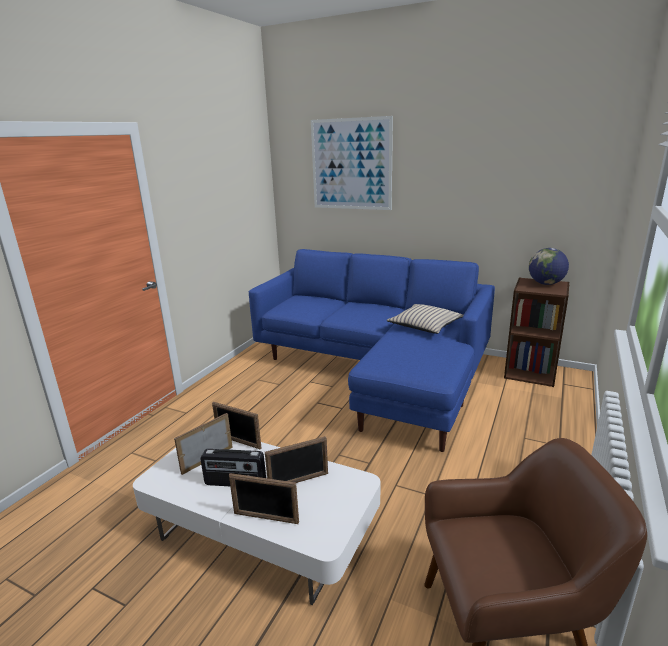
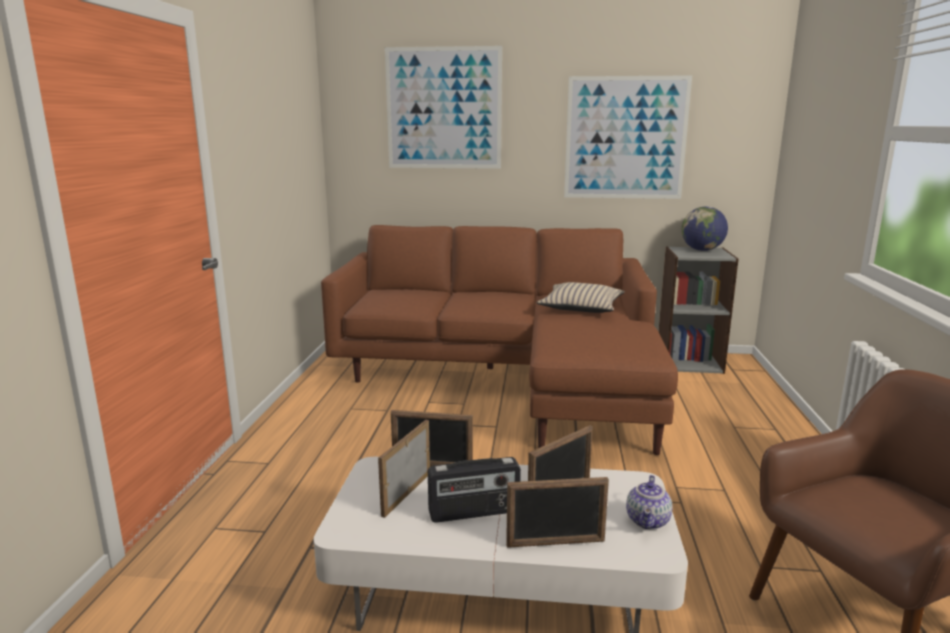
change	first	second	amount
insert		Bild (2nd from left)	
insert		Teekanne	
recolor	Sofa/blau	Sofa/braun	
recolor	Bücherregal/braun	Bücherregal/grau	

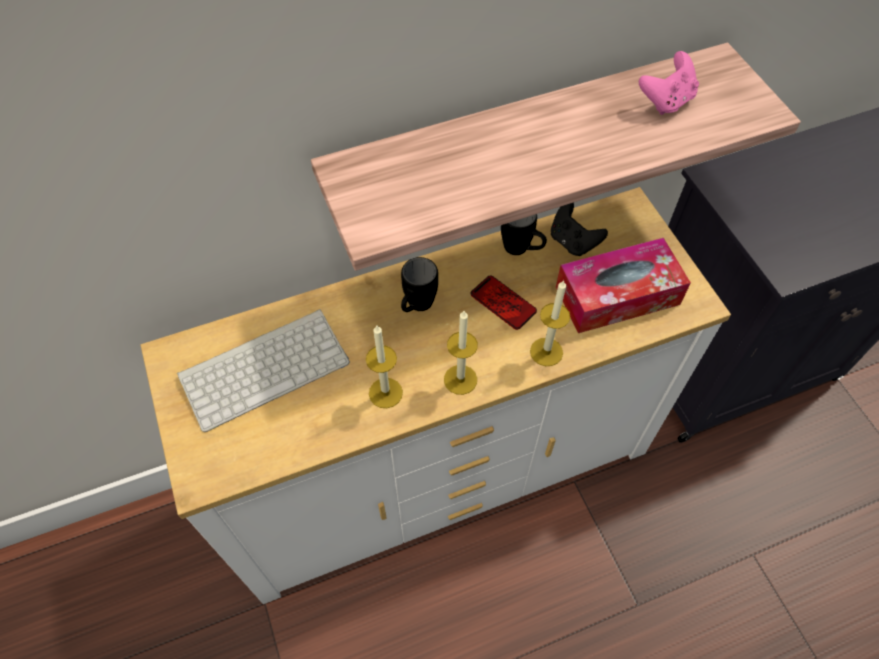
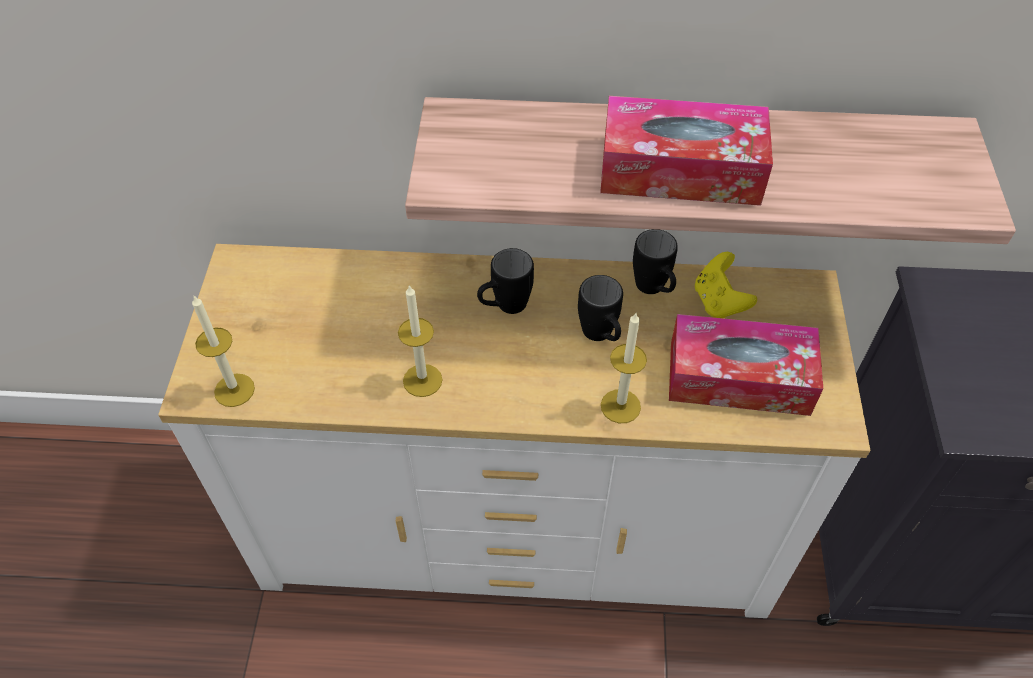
change	first	second	amount
delete	Tastatur		
delete	Gamepad/rosa		
insert		Taschentuchbox (1st from left)	
move	Kerze (2nd from left in the first image)	Kerze (1st from left)	
replace	Handy	Henkelbecher/schwarz (2nd from left)	
recolor	Gamepad/schwarz	Gamepad/gelb	

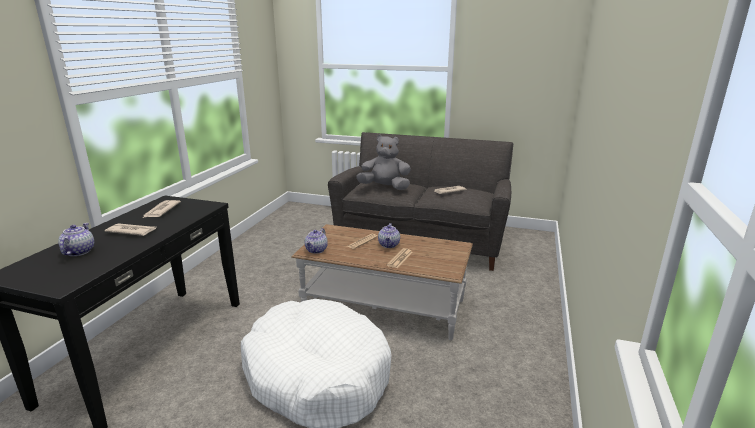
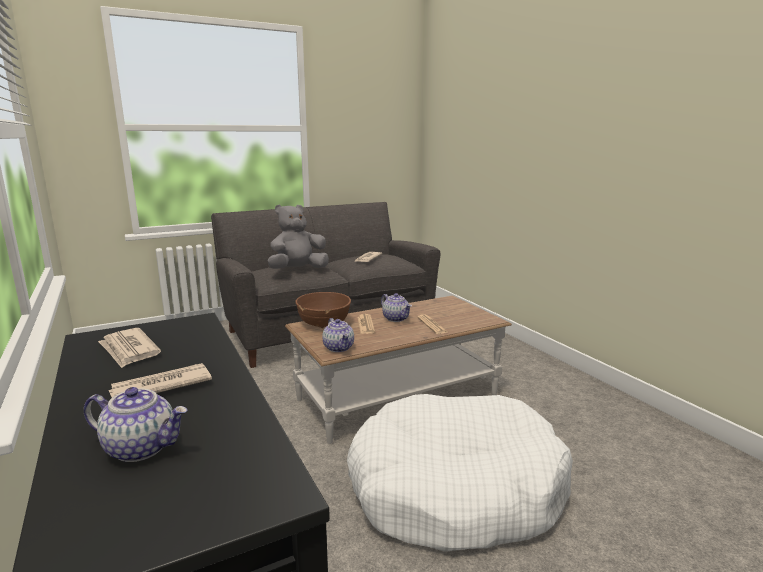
change	first	second	amount
insert		Schüssel/braun	
rotate	Teekanne (1st from left)		150 degrees clockwise

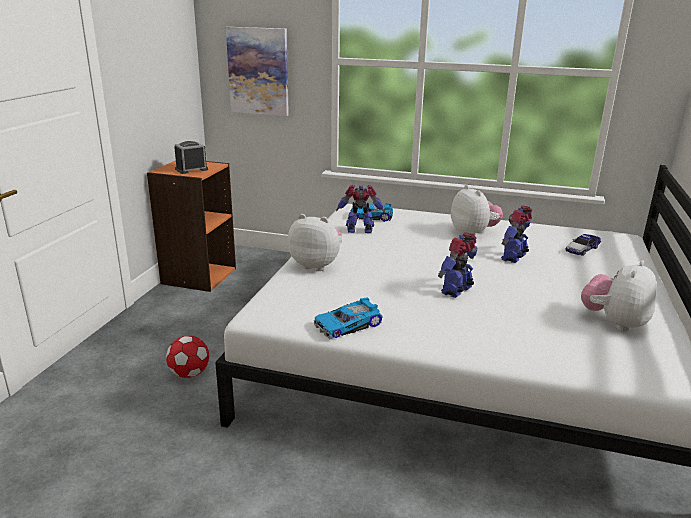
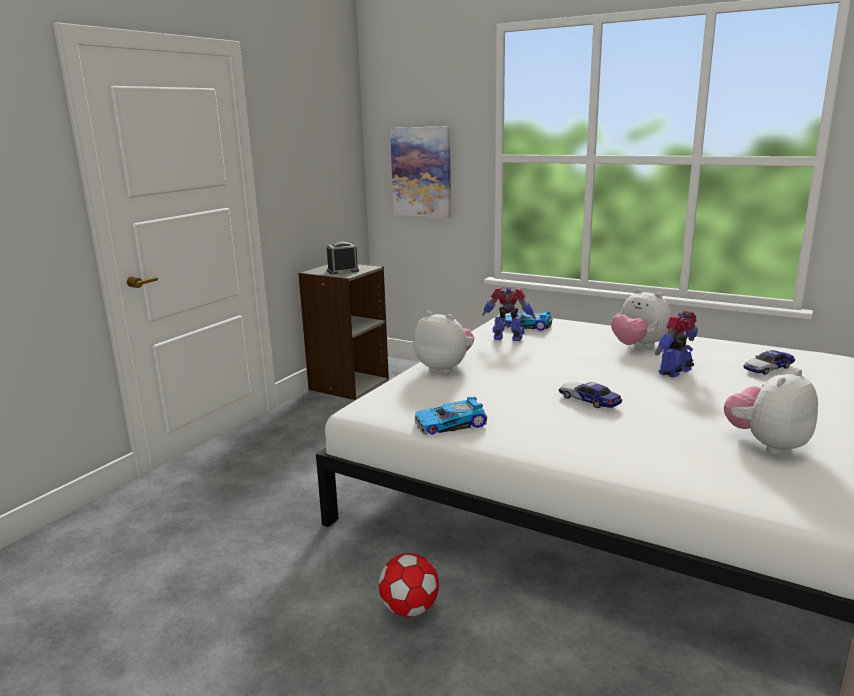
change	first	second	amount
move	Fußball		
replace	Spielzeugroboter (2nd from left)	Spielzeugauto (3rd from left)	
recolor	Bücherregal/orange	Bücherregal/grau	
rotate	Plüschtier (2nd from left)		150 degrees clockwise

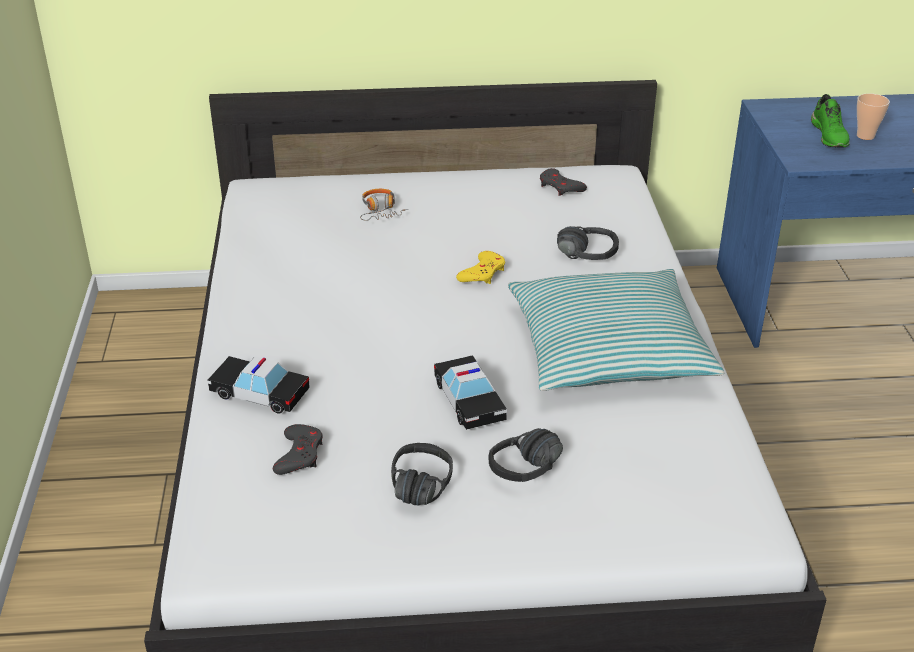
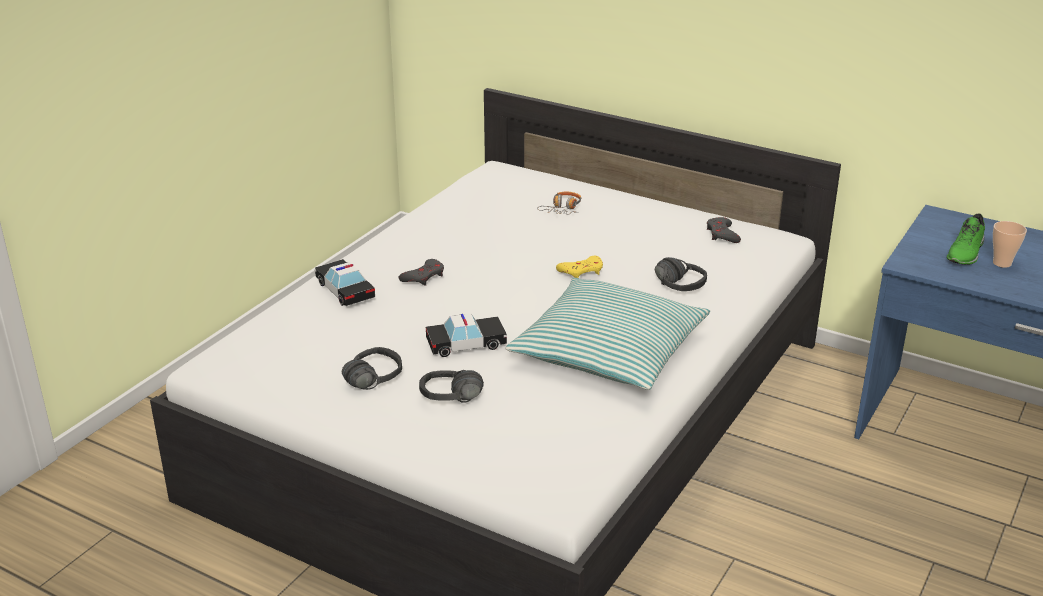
change	first	second	amount
move	Gamepad/grau (1st from left)		
rotate	Spielzeugauto (2nd from left)		120 degrees counterclockwise

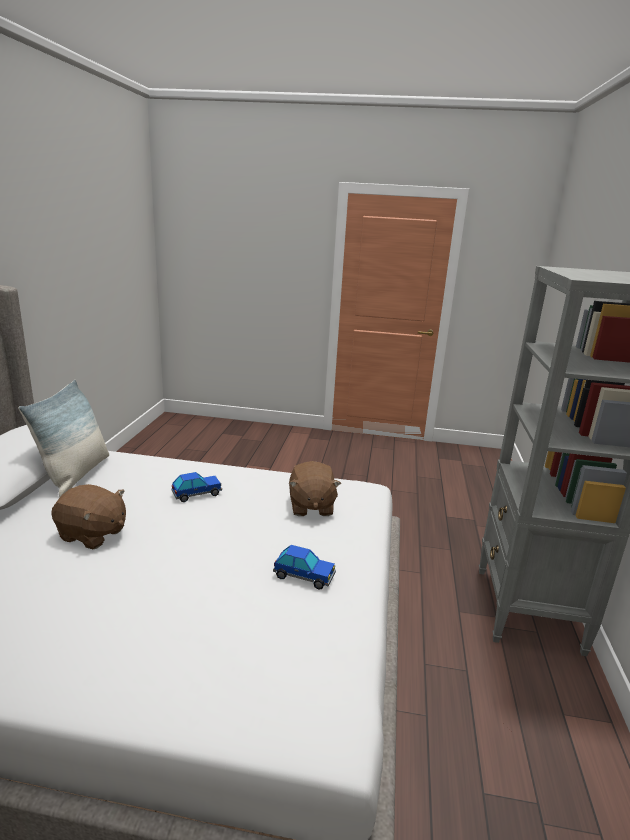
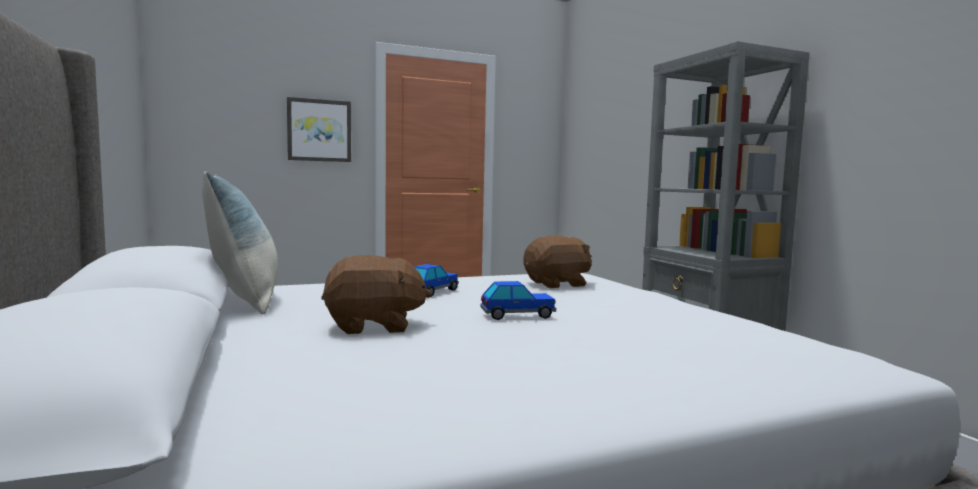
change	first	second	amount
insert		Bild	
move	Spielzeugauto (2nd from left)		
rotate	Plüschtier/braun (2nd from left)		75 degrees counterclockwise

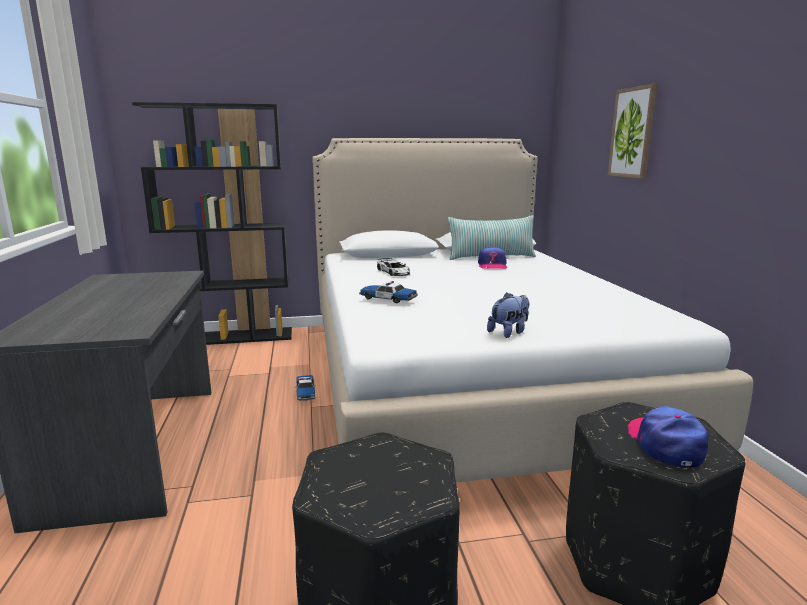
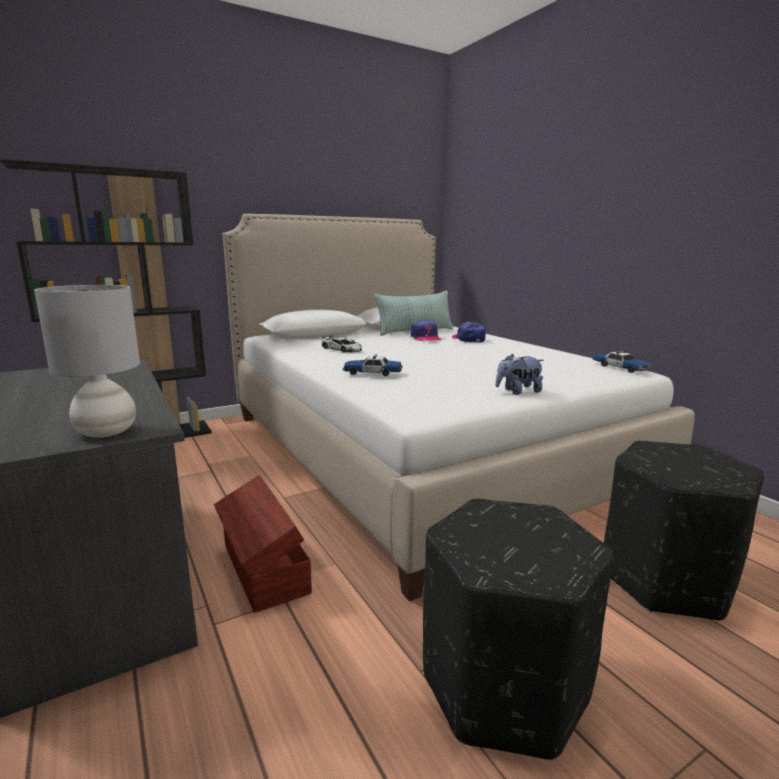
change	first	second	amount
delete	Bild		
insert		Tischlampe/grau	
insert		Aufbewahrungsbox/braun	
move	Spielzeugauto (1st from left in the first image)	Spielzeugauto (3rd from left)	
move	Kappe (2nd from left)		
rotate	Plüschtier		135 degrees counterclockwise

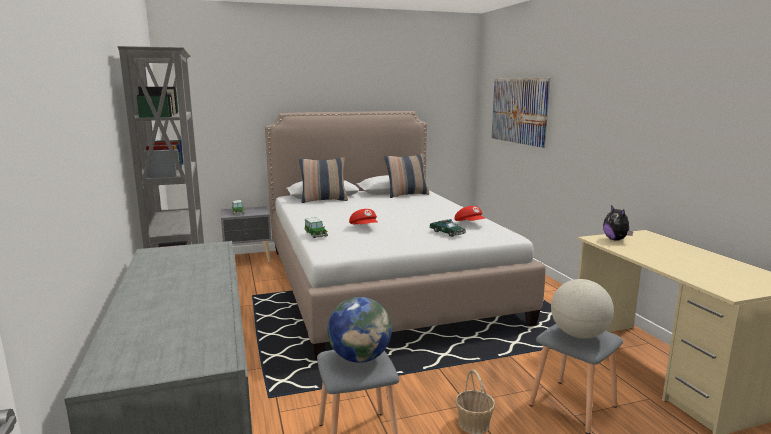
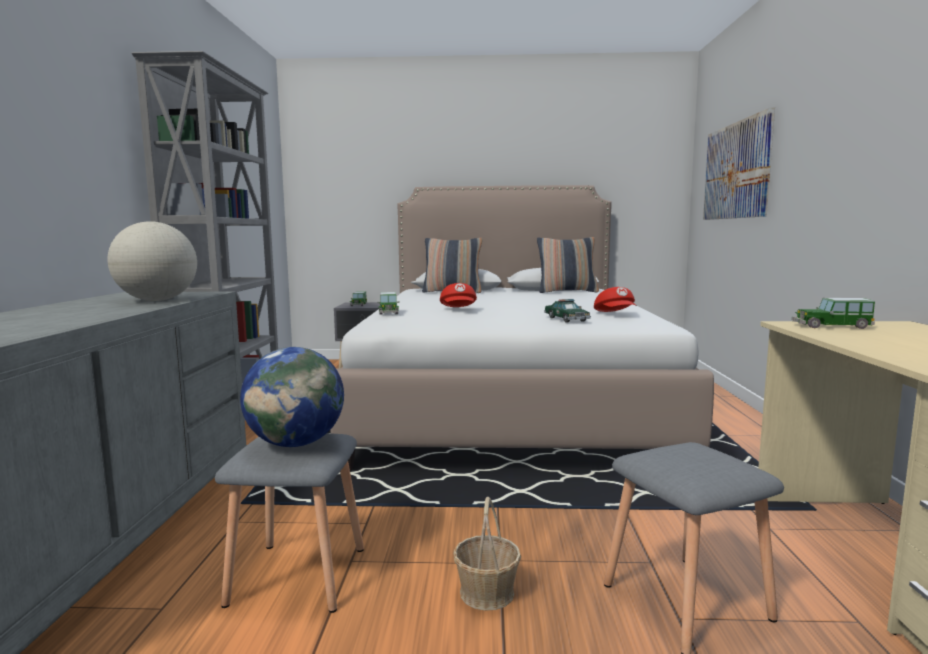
change	first	second	amount
move	Globus (2nd from left in the first image)	Globus (1st from left)	
replace	Plüschtier	Spielzeugauto (4th from left)	

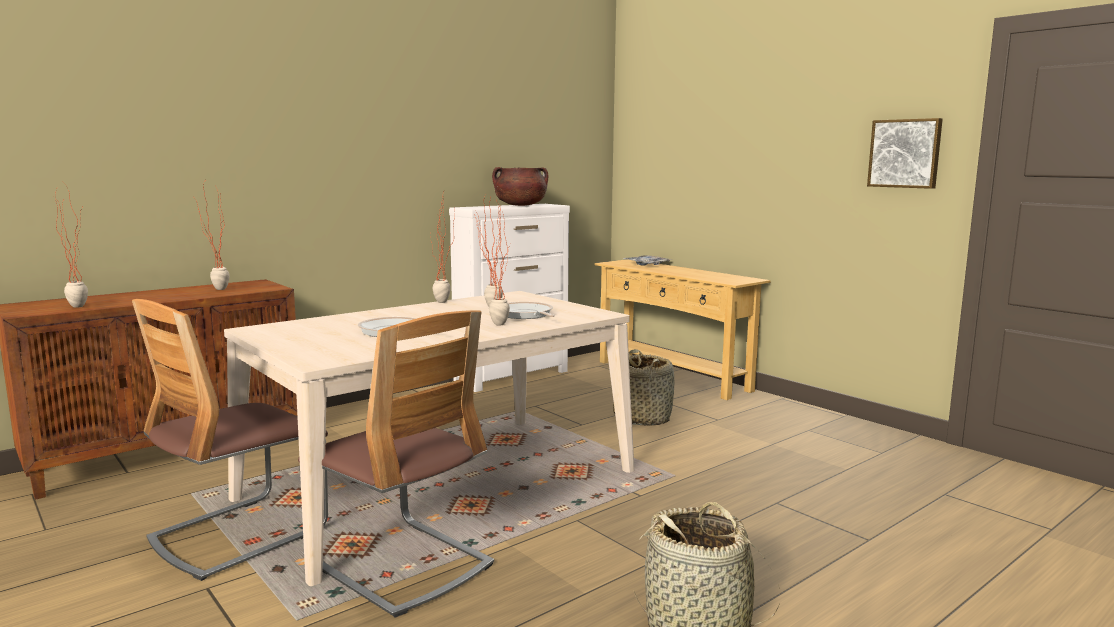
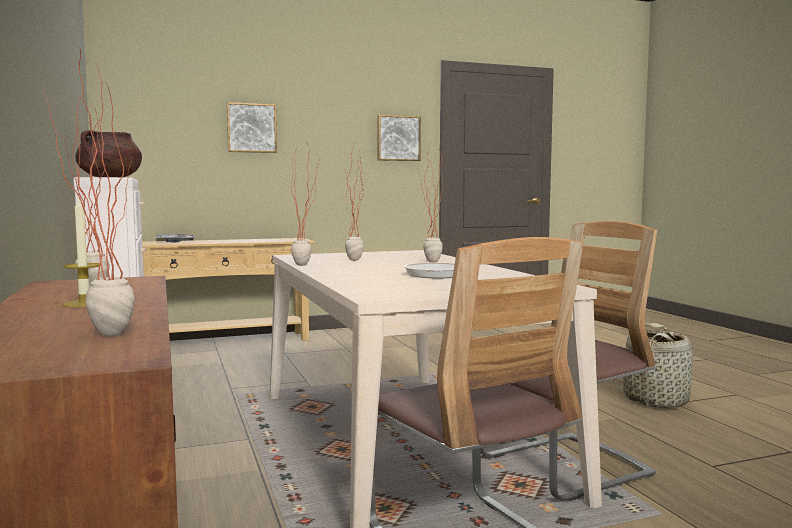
change	first	second	amount
delete	Pfanne (2nd from left)		
delete	Korb (1st from left)		
insert		Kerze	
insert		Bild (1st from left)	

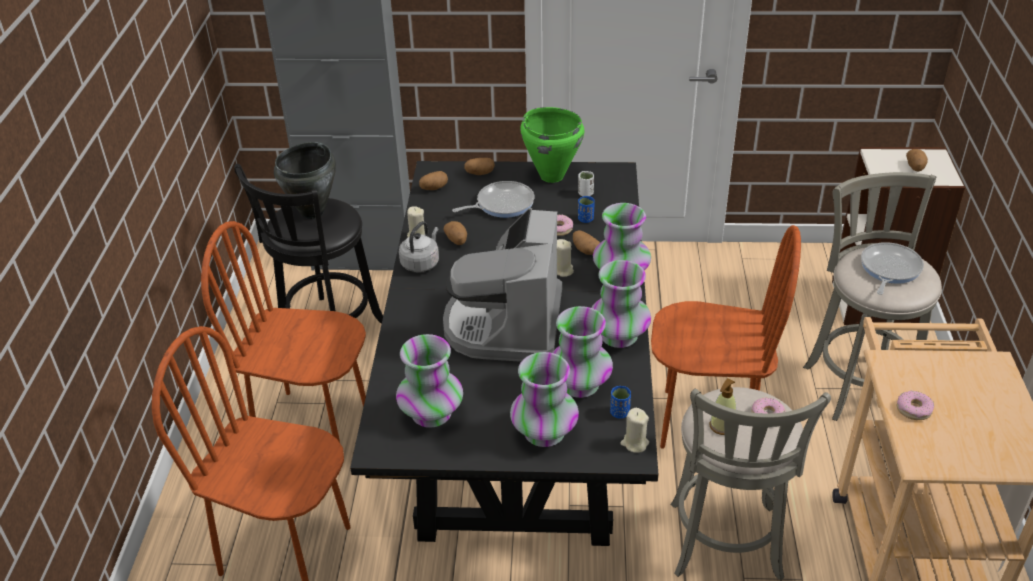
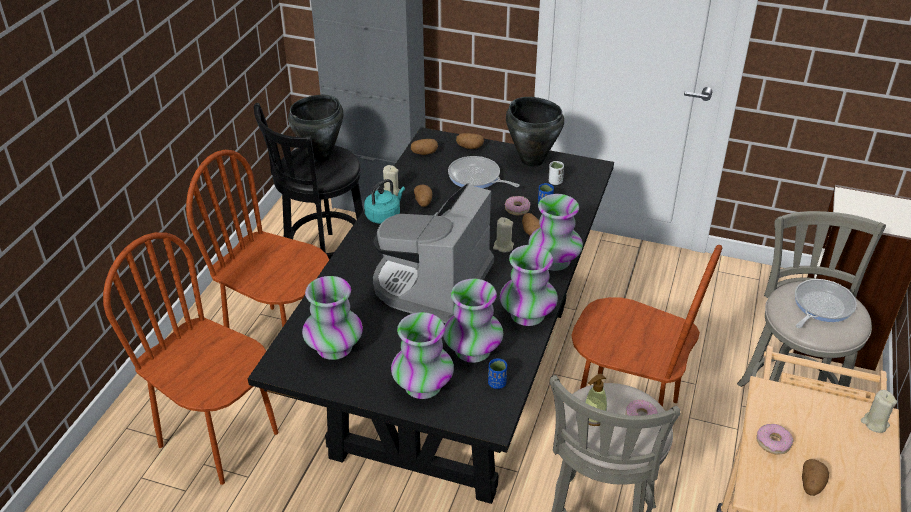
change	first	second	amount
move	Kerze/beige (3rd from left)		
move	Kartoffel (5th from left)		
recolor	Wasserkessel/grau	Wasserkessel/türkis	
recolor	Kochtopf/grün	Kochtopf/schwarz (2nd from left)	
rotate	Pfanne (1st from left)		135 degrees counterclockwise

